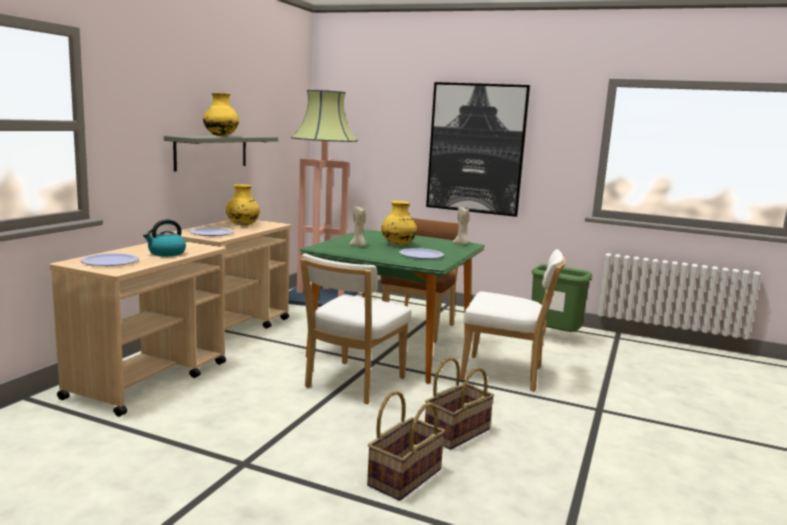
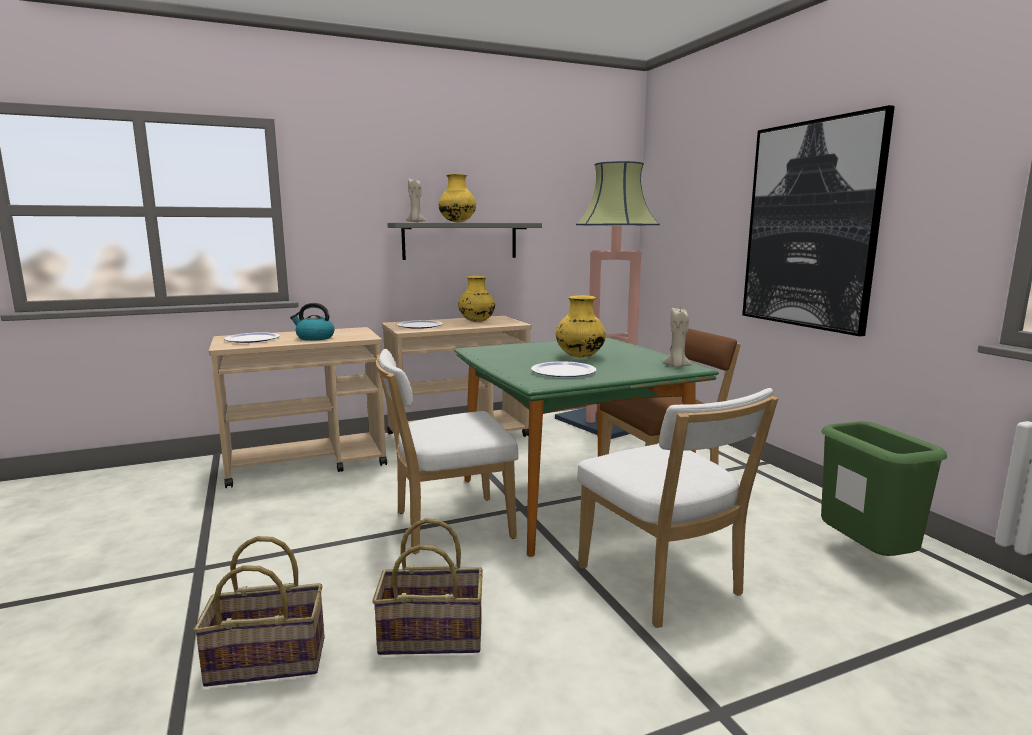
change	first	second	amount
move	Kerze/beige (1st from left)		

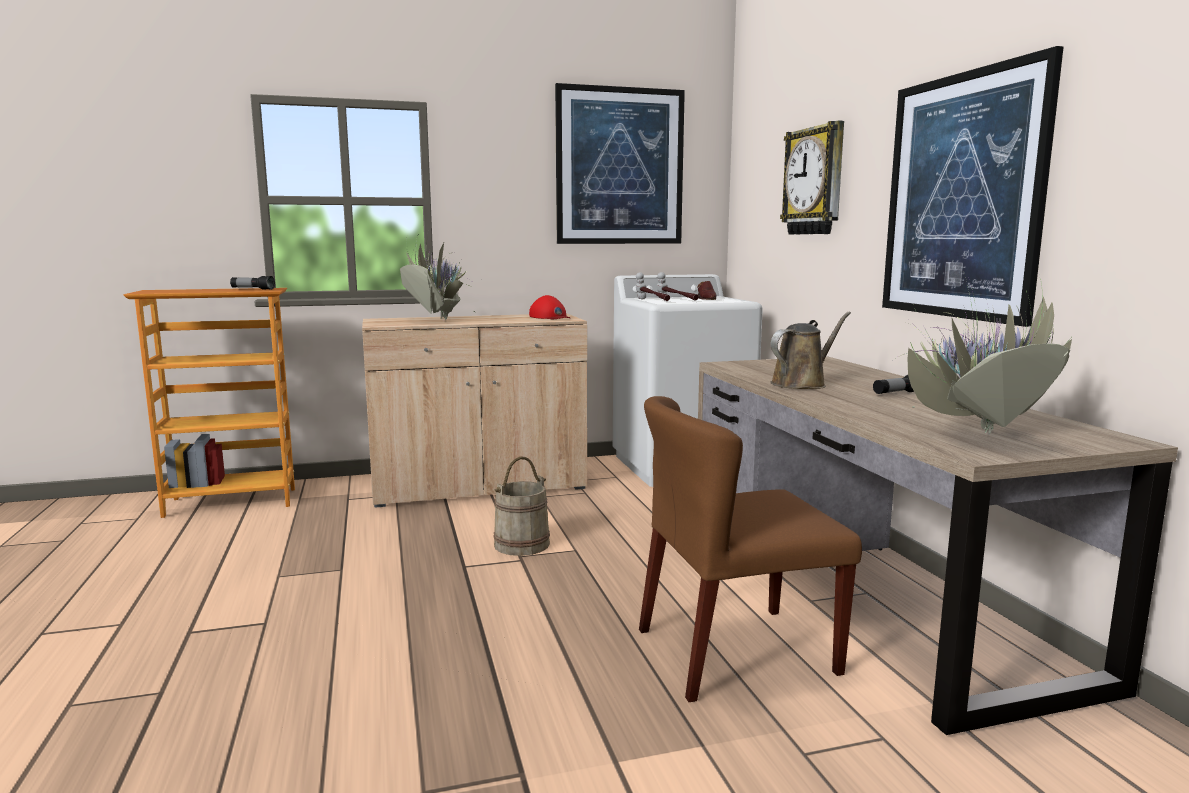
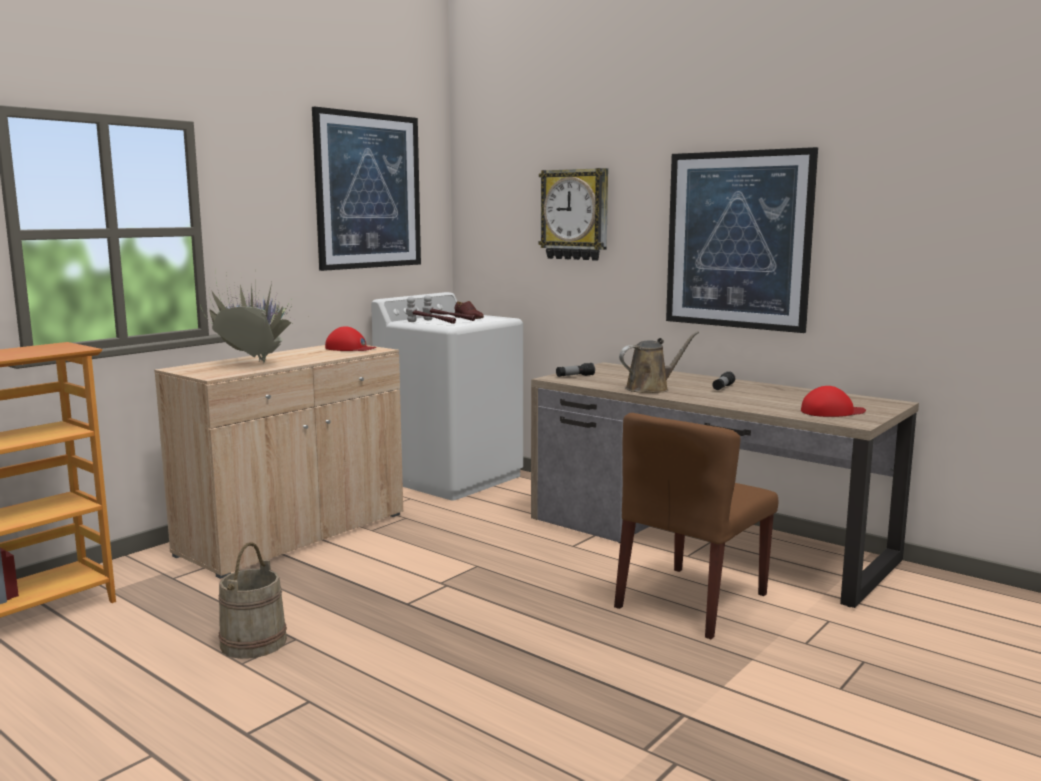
change	first	second	amount
move	Taschenlampe (1st from left)		
move	Eimer/beige		
replace	Topfpflanze (2nd from left)	Kappe/rot (2nd from left)	
rotate	Gießkanne/braun		45 degrees clockwise

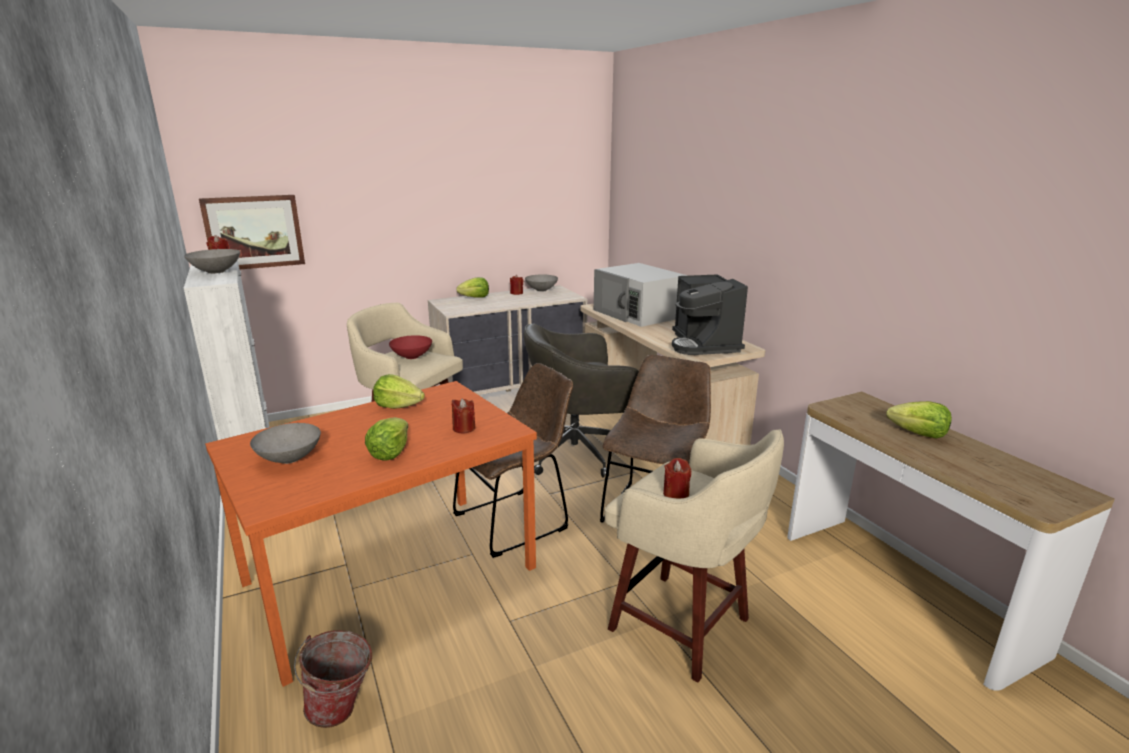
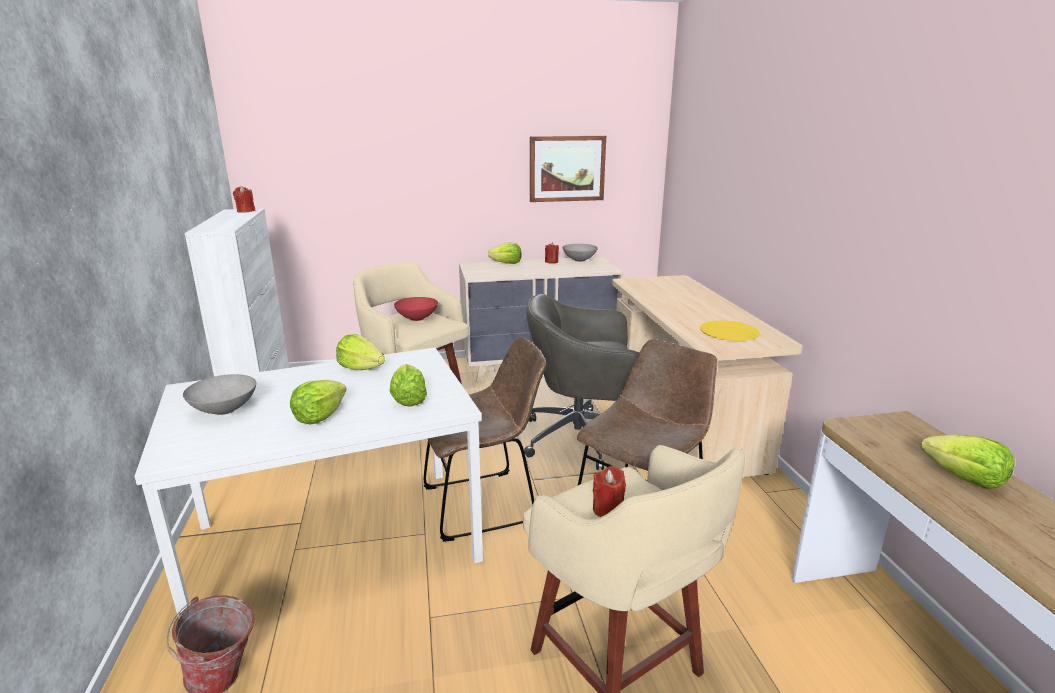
change	first	second	amount
delete	Schüssel/grau (1st from left)		
delete	Mikrowelle/weiß		
move	Bild		
replace	Kerze/rot (2nd from left)	Salatkopf (3rd from left)	
replace	Kaffeemaschine	Teller/gelb	
recolor	Esstisch/orange	Esstisch/weiß	

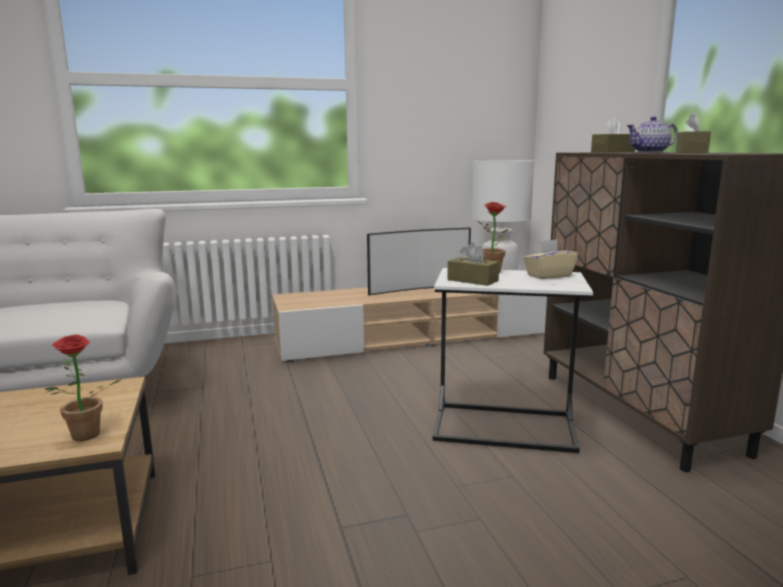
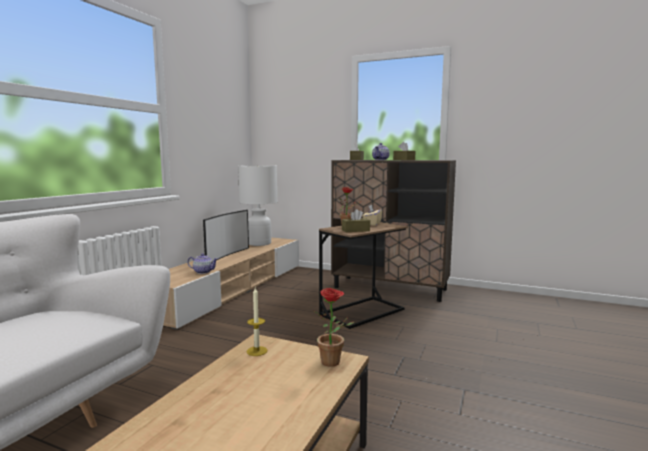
change	first	second	amount
insert		Teekanne (1st from left)	
insert		Kerze	
recolor	Beistelltisch/weiß	Beistelltisch/braun	

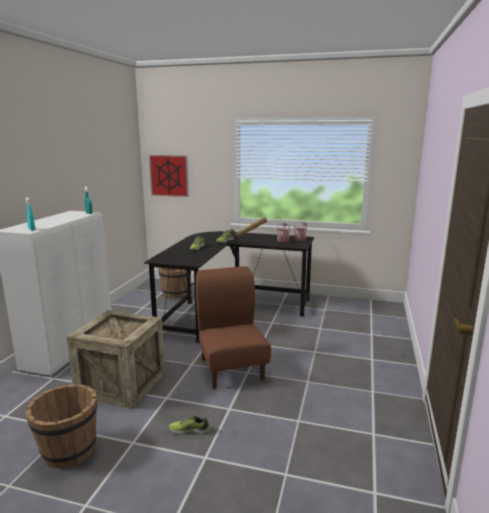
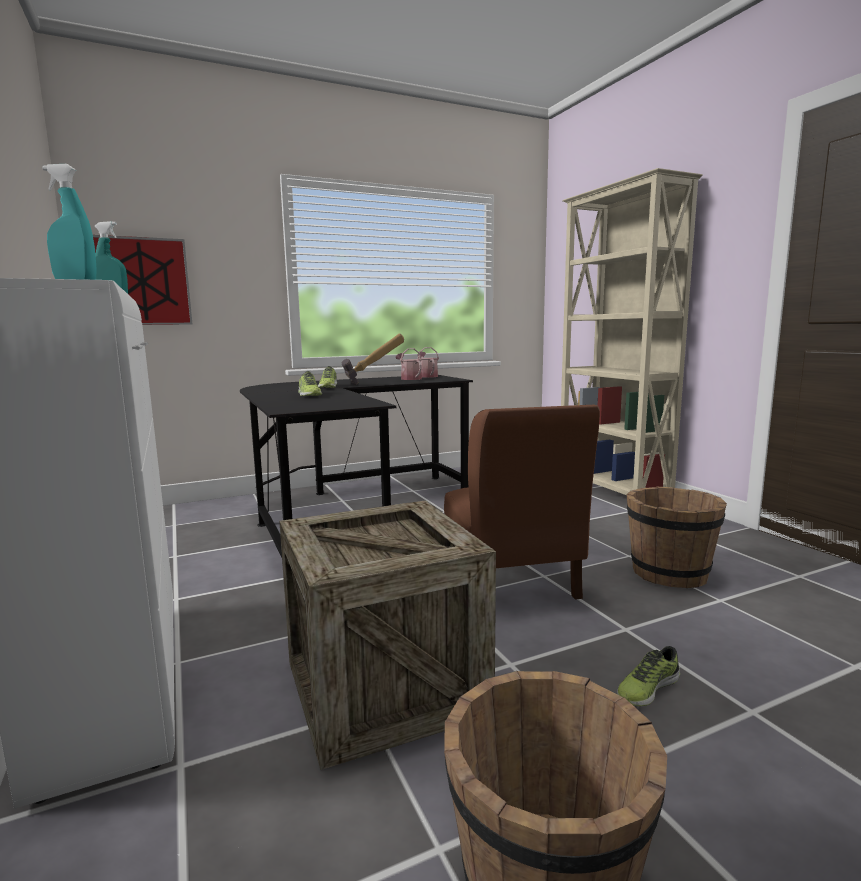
change	first	second	amount
insert		Bücherregal/beige	
move	Eimer/braun (2nd from left)		
rotate	Stuhl/braun		135 degrees counterclockwise

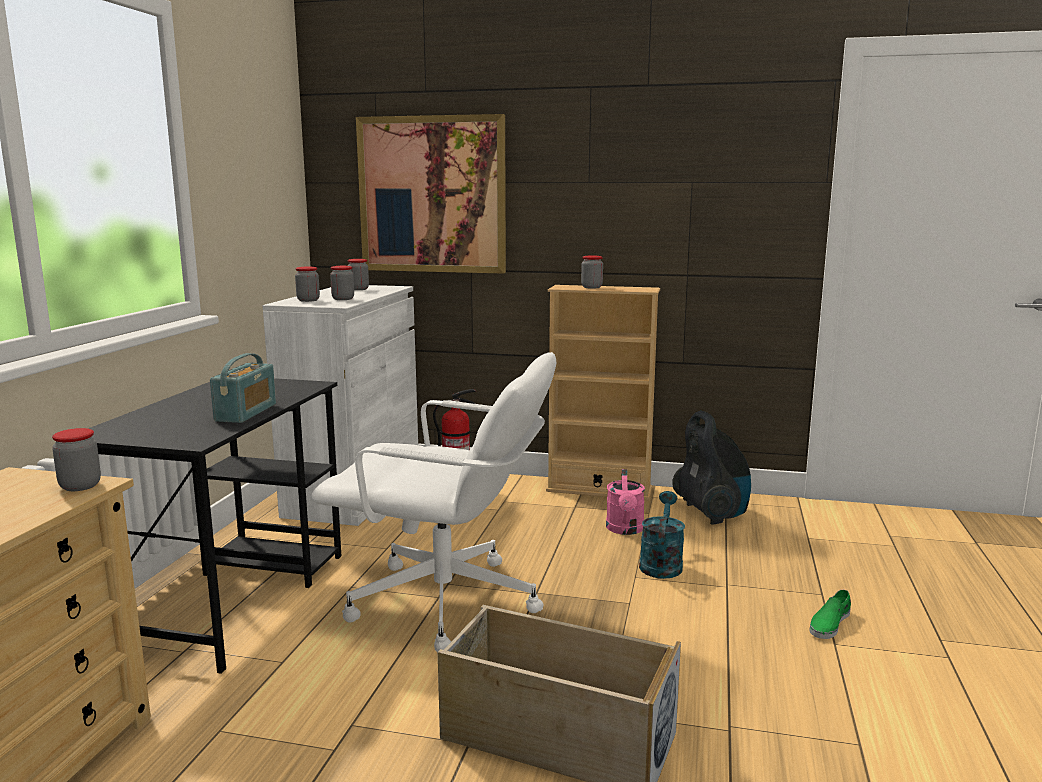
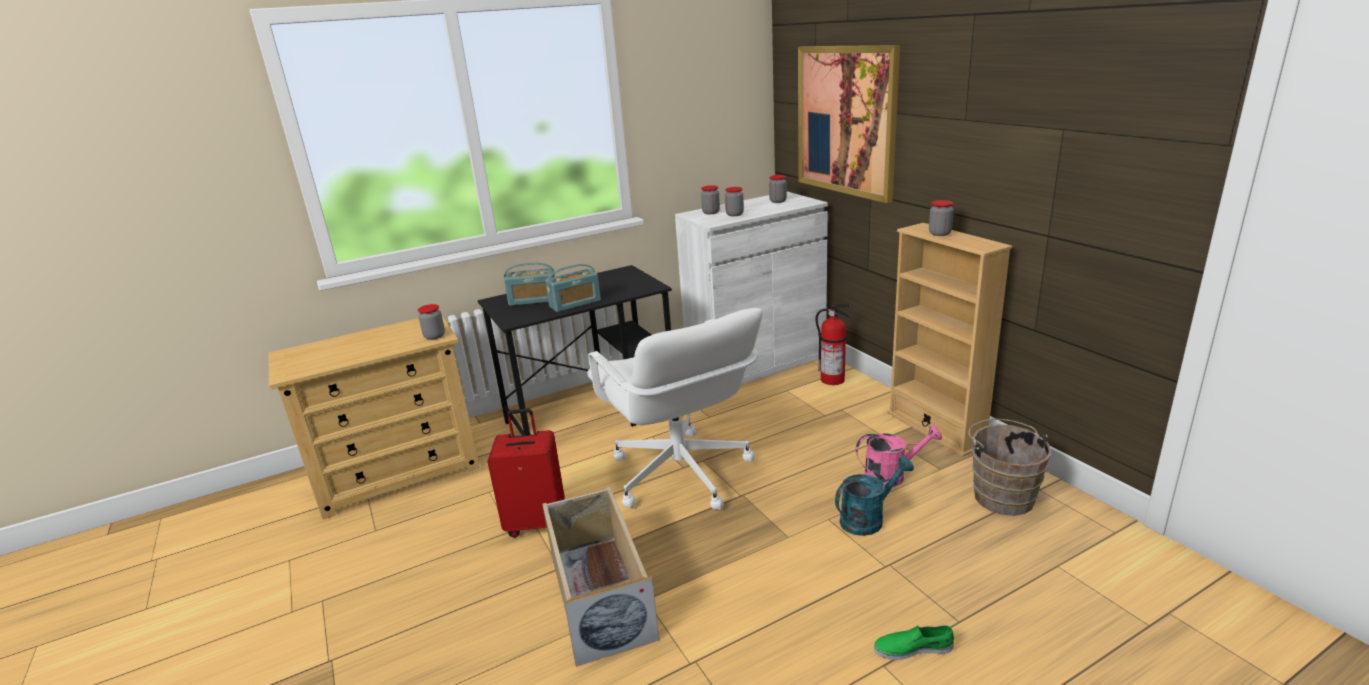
change	first	second	amount
insert		Koffer/rot	
insert		Radio (1st from left)	
replace	Staubsauger	Eimer/braun	
rotate	Gießkanne/rosa		150 degrees counterclockwise

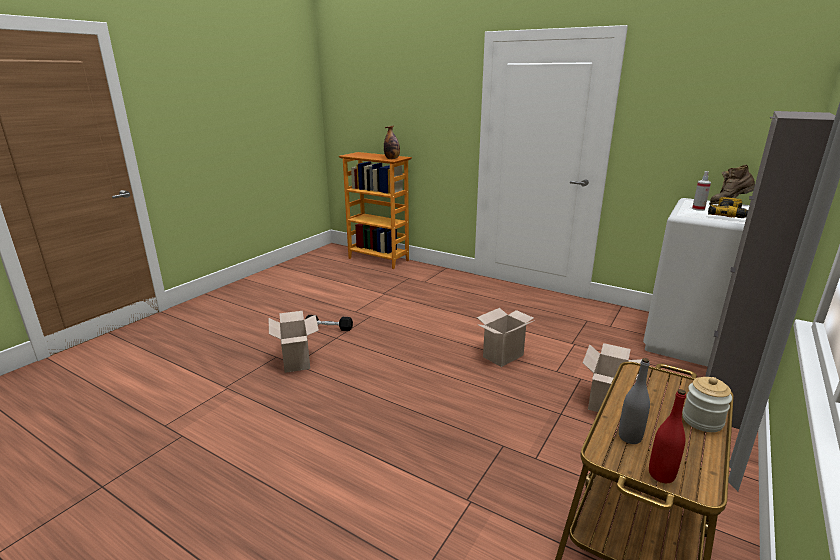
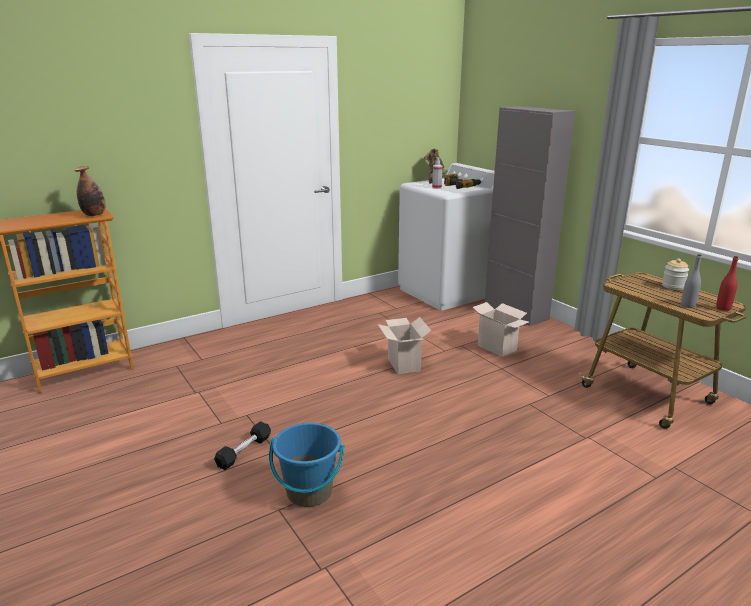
change	first	second	amount
replace	Karton (1st from left)	Eimer/blau	

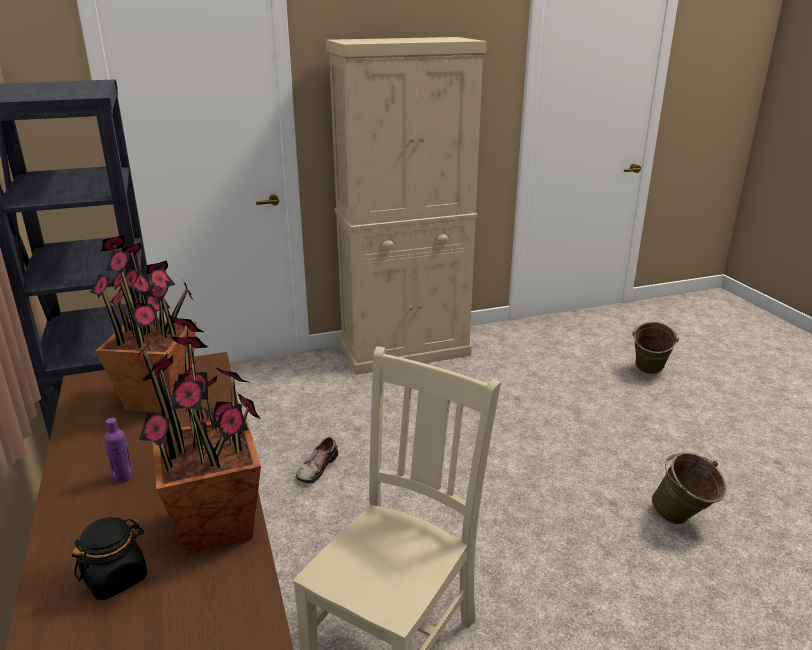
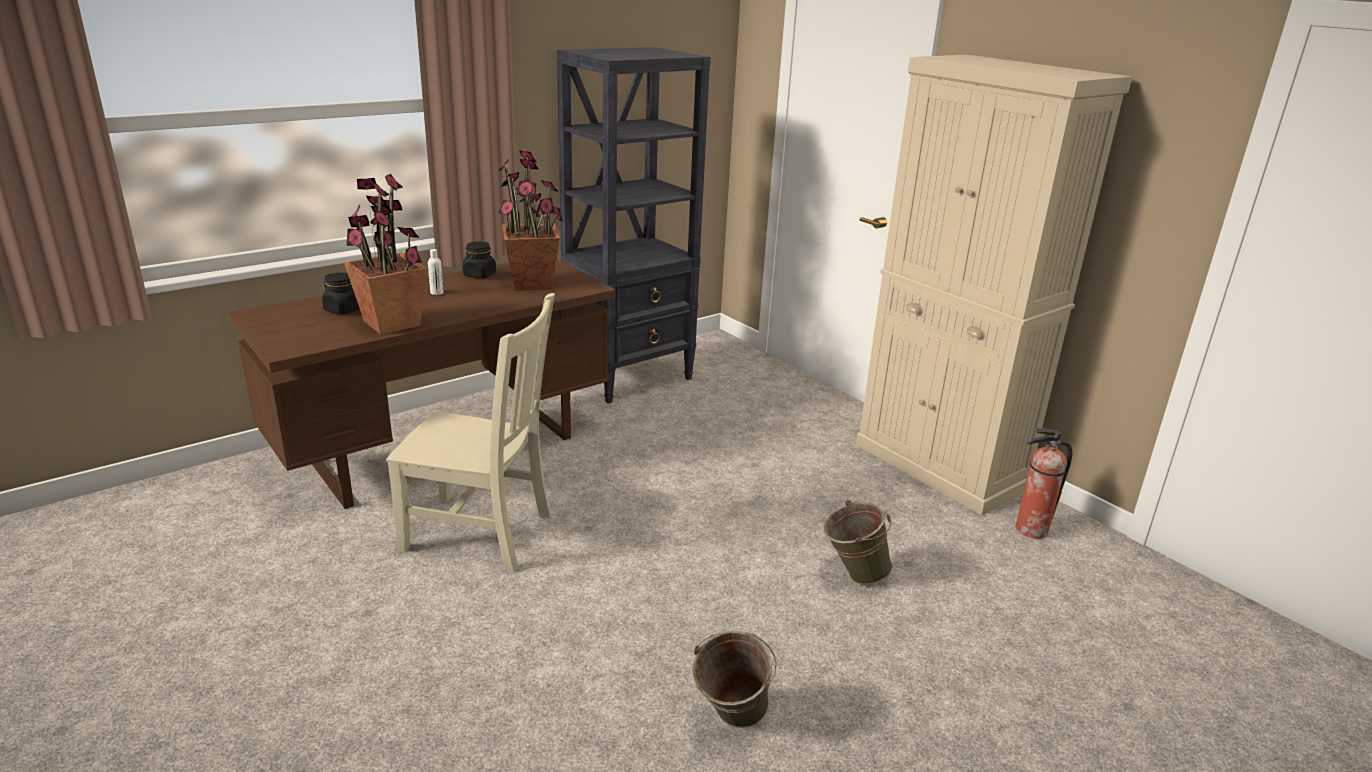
change	first	second	amount
delete	Schuh		
insert		Vorratsglas/schwarz (2nd from left)	
insert		Feuerlöscher	
move	Eimer/grün (1st from left in the first image)	Eimer/grün (2nd from left)	
recolor	Flasche/lila	Flasche/weiß	

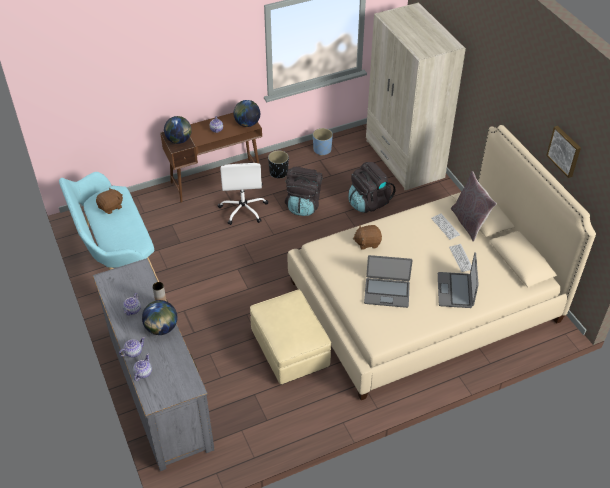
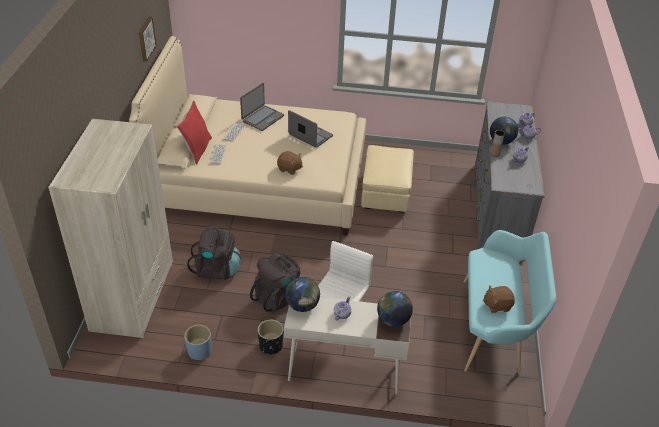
change	first	second	amount
recolor	Schreibtisch/braun	Schreibtisch/weiß	
recolor	Kissen/grau	Kissen/rot	

